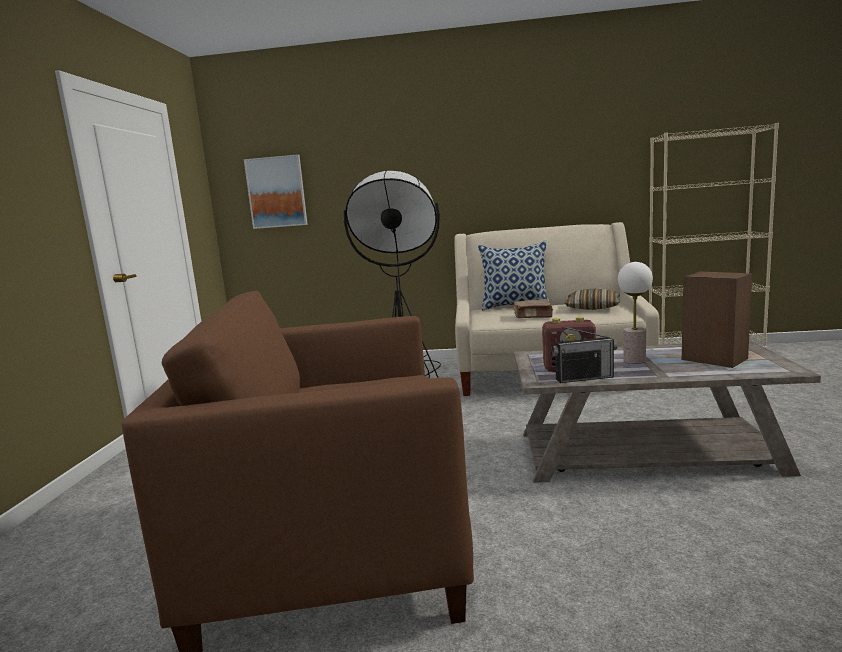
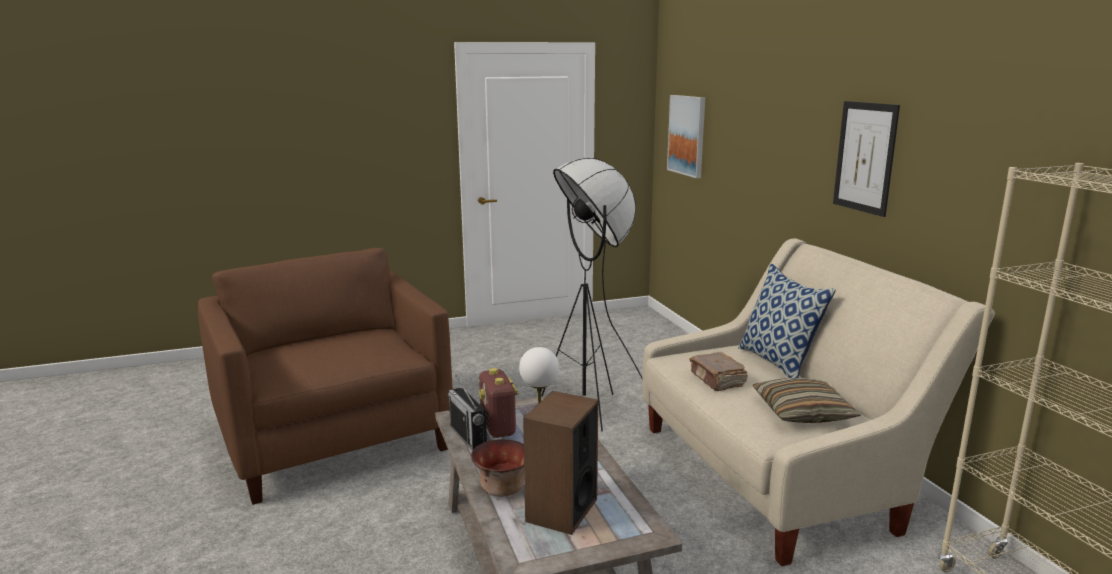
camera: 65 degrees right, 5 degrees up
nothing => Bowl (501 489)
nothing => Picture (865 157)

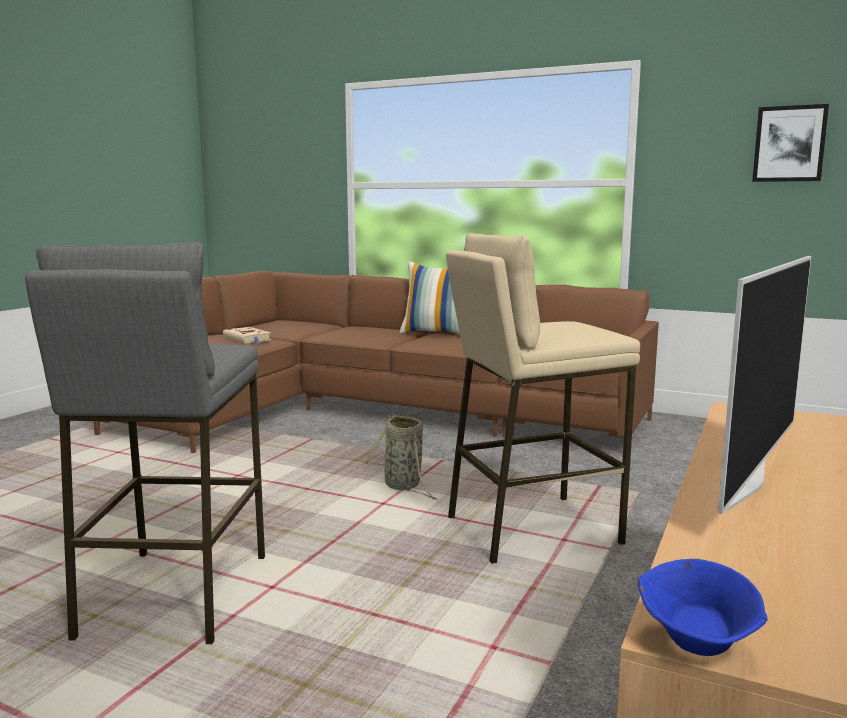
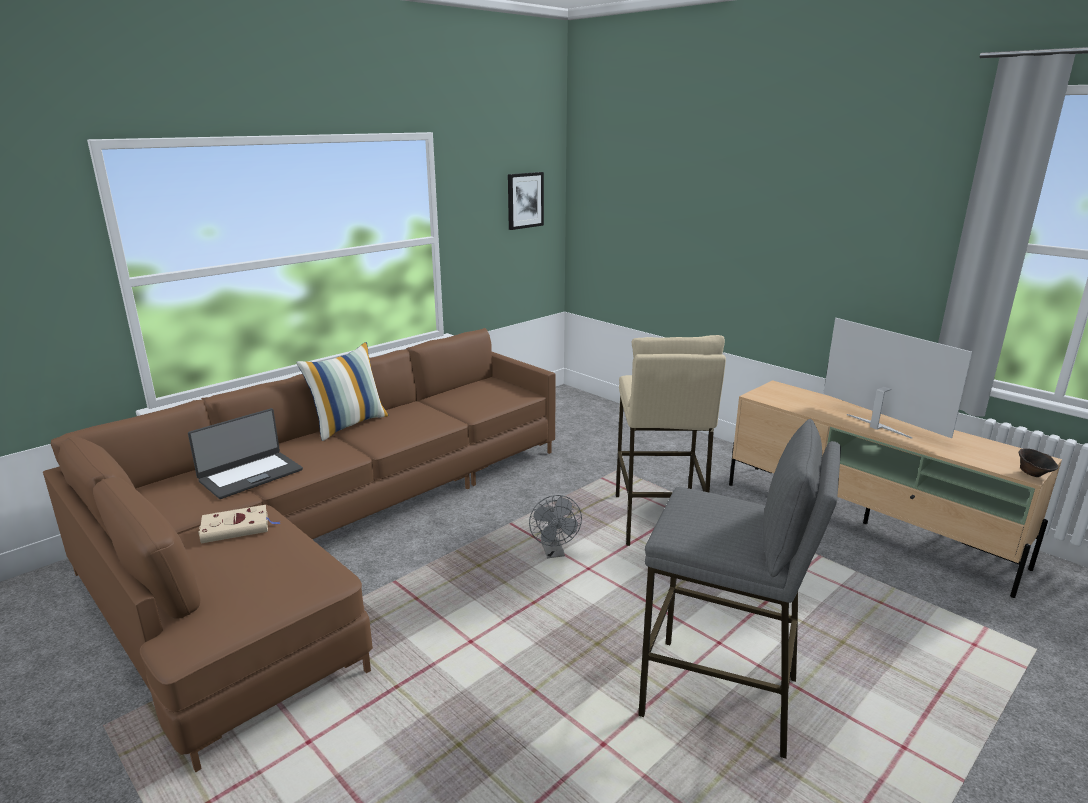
camera: 70 degrees left, 10 degrees up
nothing => Laptop (250 475)
Basket (404 486) => GreyFan (554 553)
BlueBowl (699 645) => BrownBowl (1033 474)

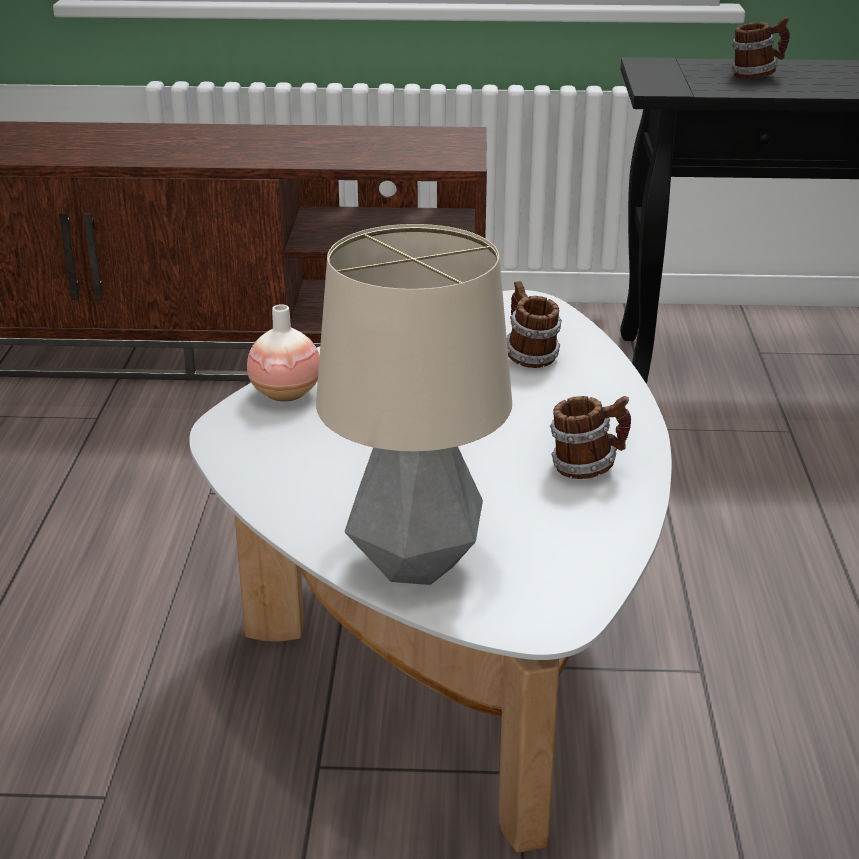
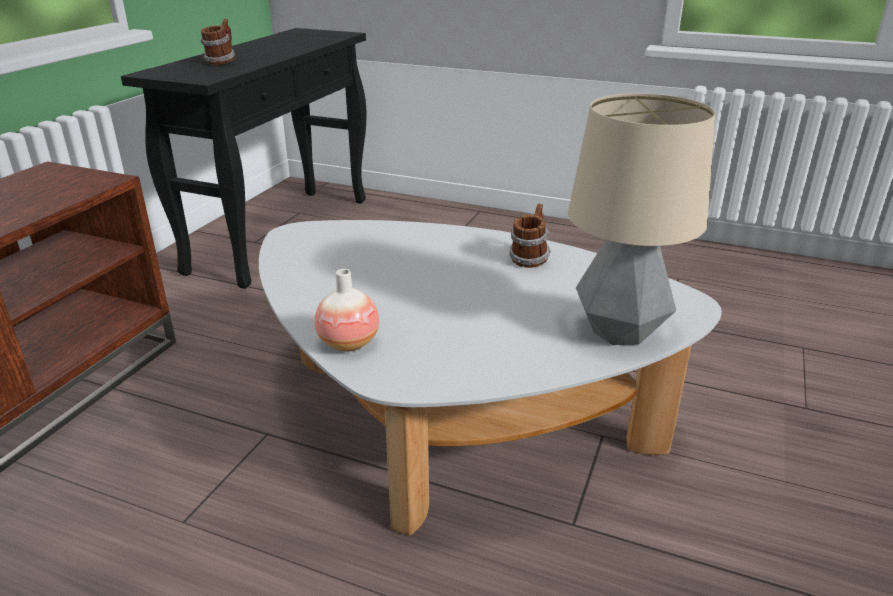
camera: 70 degrees left, 0 degrees up
Mug (529 356) => nothing

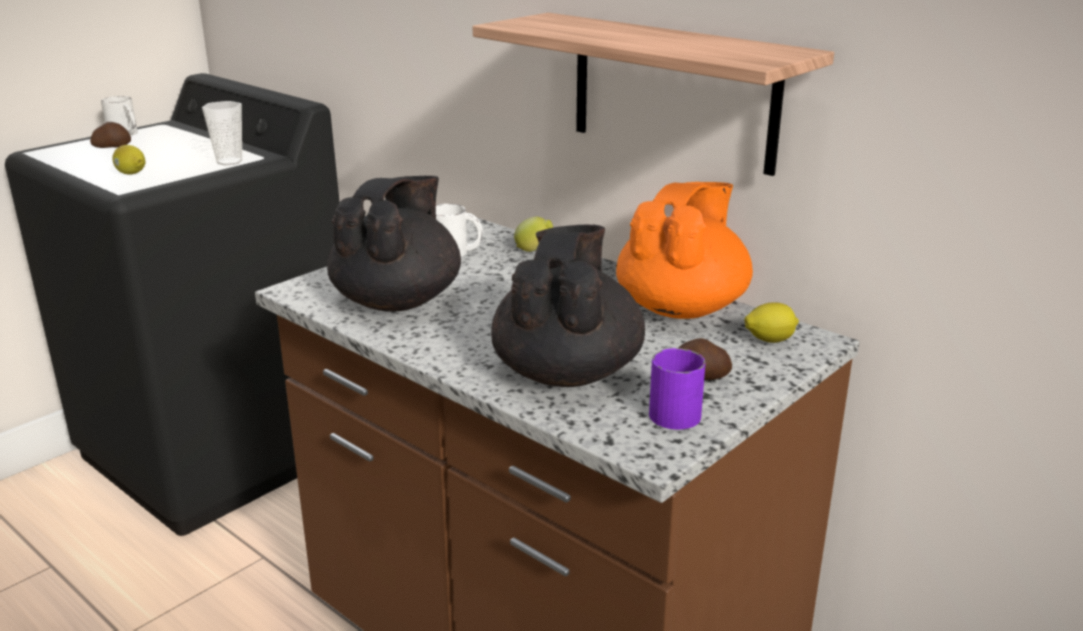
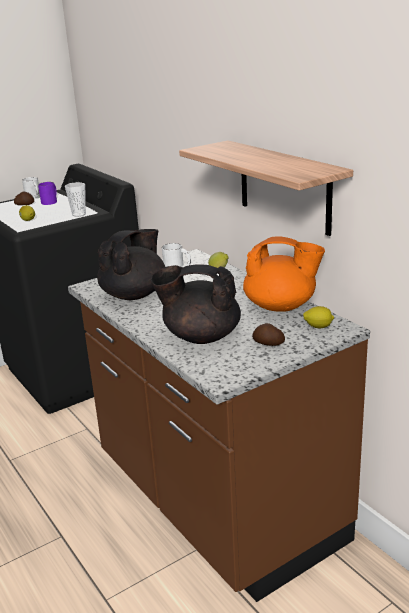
camera: 15 degrees right, 0 degrees up
PurpleMug (675 409) => PurpleMug (51 201), relocated
BlackTeapot (567 372) => BlackTeapot (200 336), 105 degrees counterclockwise
OrangeTeapot (682 308) => OrangeTeapot (281 306), 60 degrees clockwise

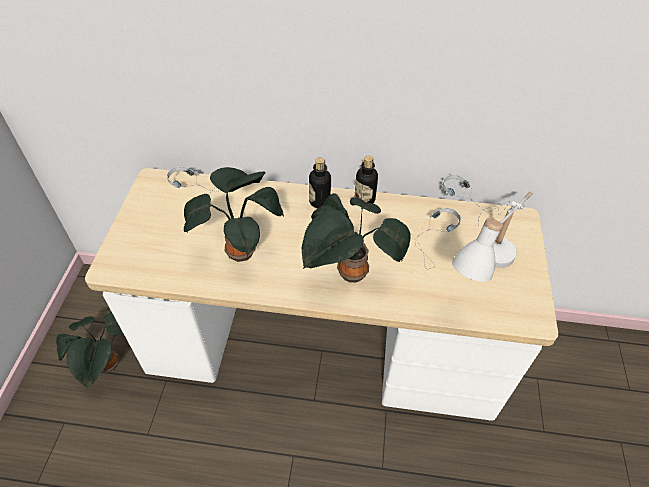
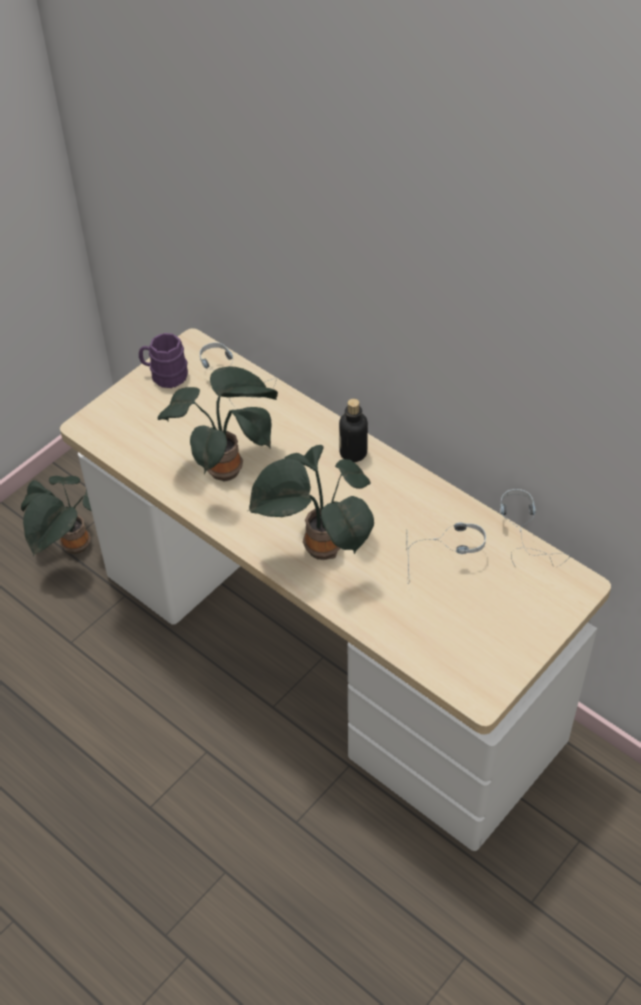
camera: 35 degrees right, 0 degrees up
Bottle (364 199) => nothing
WhiteTableLamp (485 271) => nothing
nothing => PurpleMug (164 375)

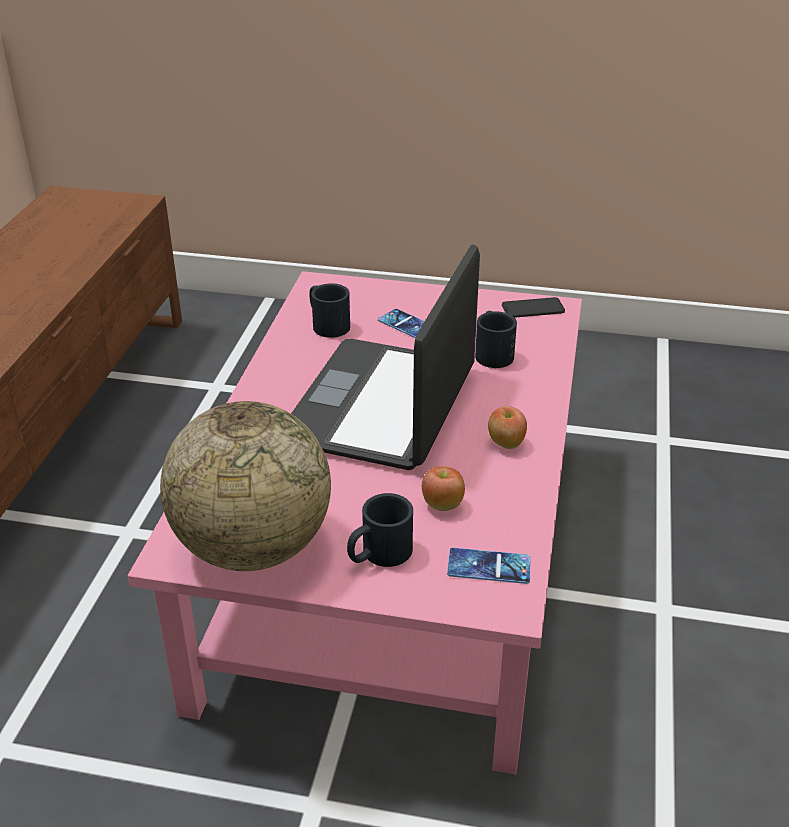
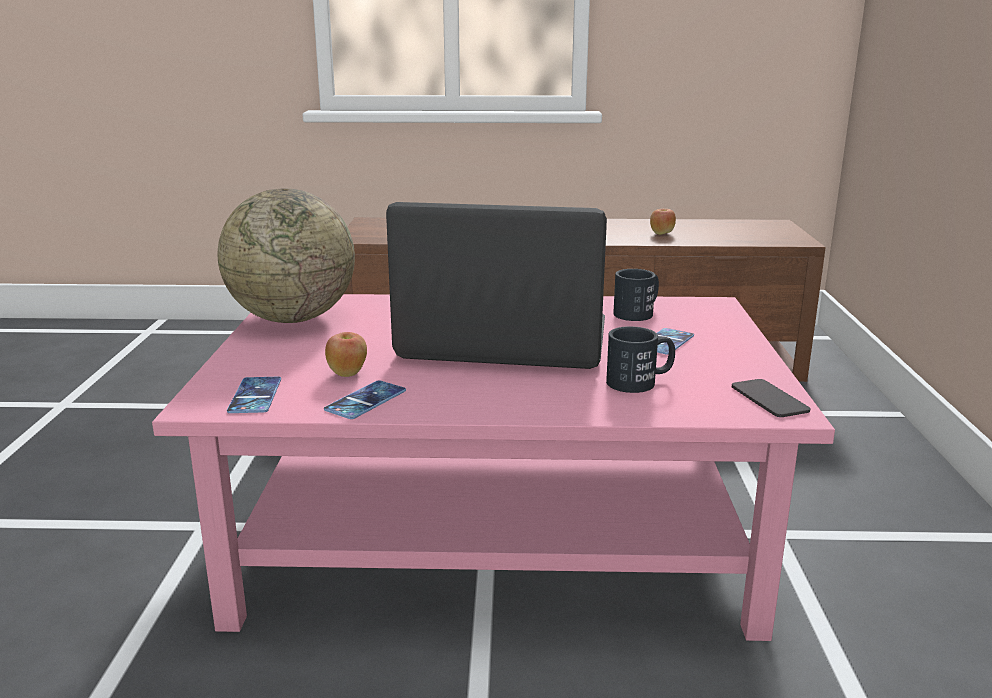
camera: 80 degrees right, 15 degrees down
BlackMug (378 555) => nothing
nothing => Phone (365 400)
Apple (505 443) => Apple (661 233), relocated

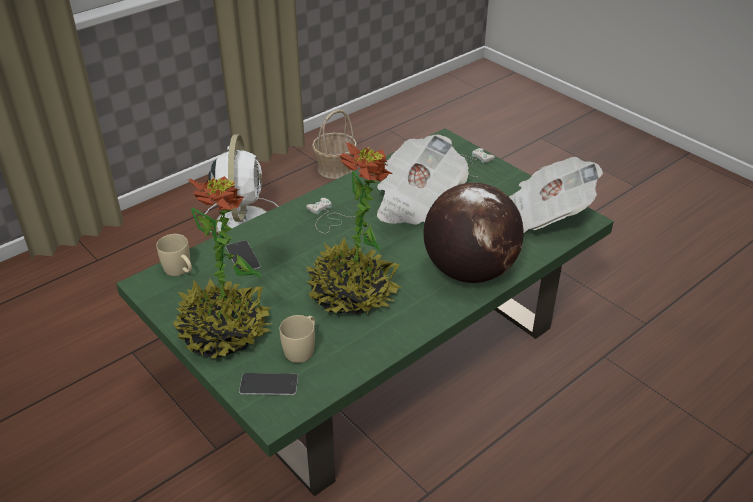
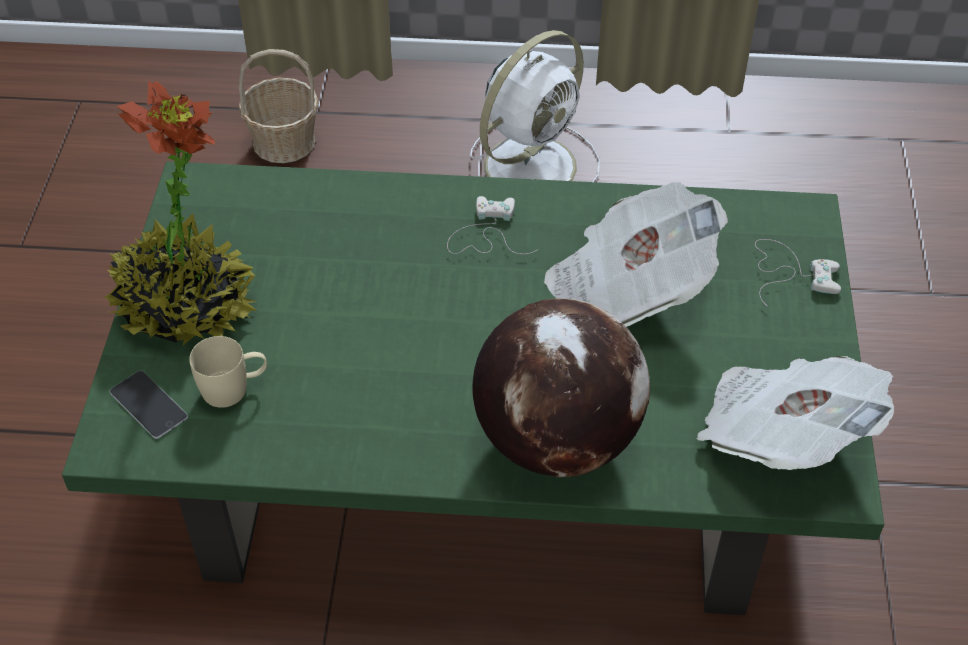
camera: 45 degrees right, 10 degrees up
BeigeMug (180 271) => nothing
Phone (243 257) => nothing
PottedPlant (351 294) => nothing
Basket (335 168) => Basket (283 141), relocated

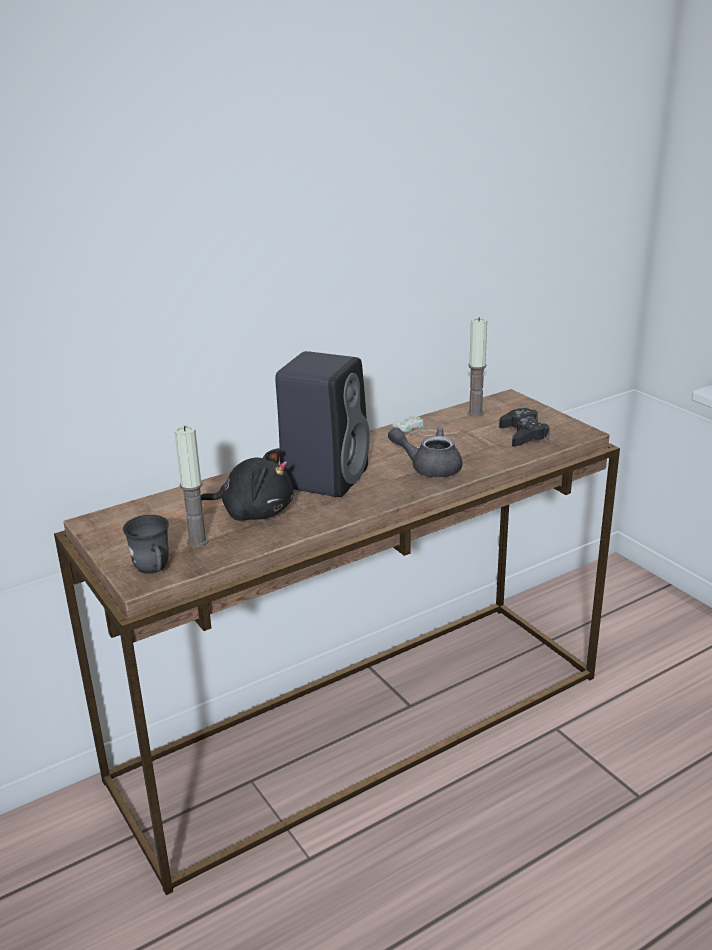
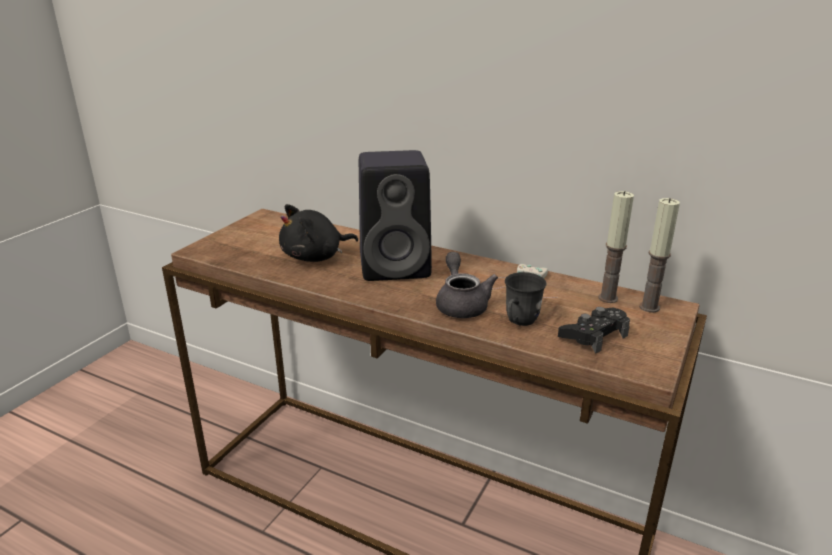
camera: 60 degrees right, 0 degrees up
GreyMug (154 570) => GreyMug (519 322), relocated
Candle (197 541) => Candle (649 307), relocated
BlackPlushToy (253 512) => BlackPlushToy (315 257), 75 degrees clockwise

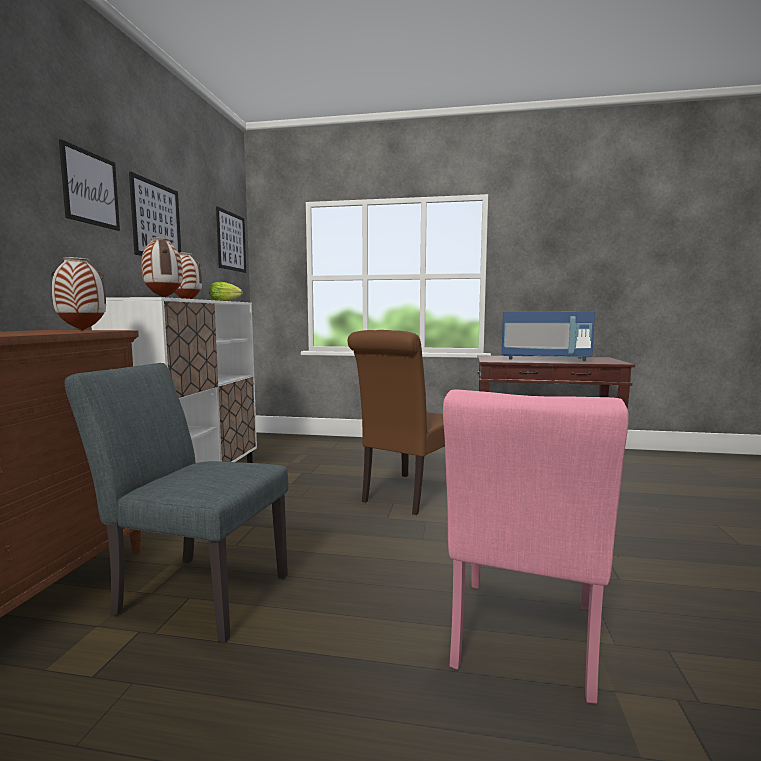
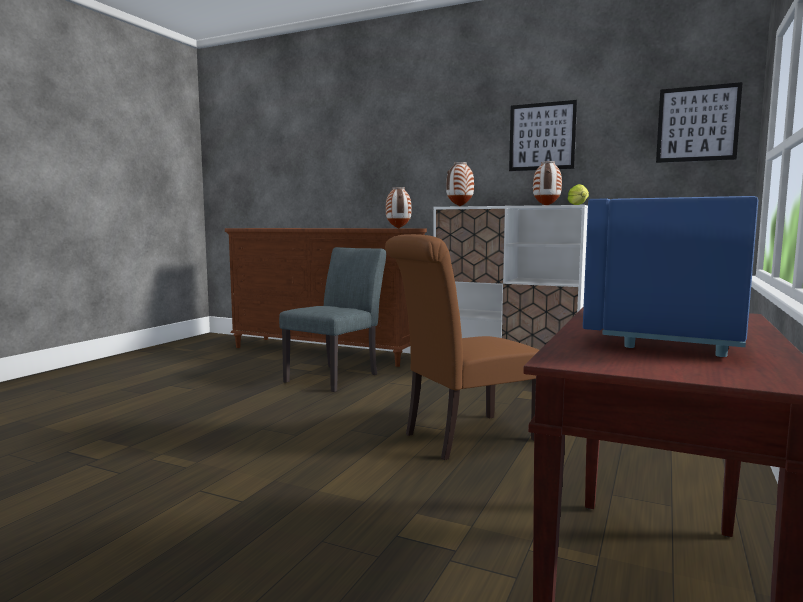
camera: 105 degrees right, 0 degrees up
Picture (90 188) => nothing
PinkChair (522 643) => nothing
BrownChair (407 495) => BrownChair (463 437), 75 degrees counterclockwise

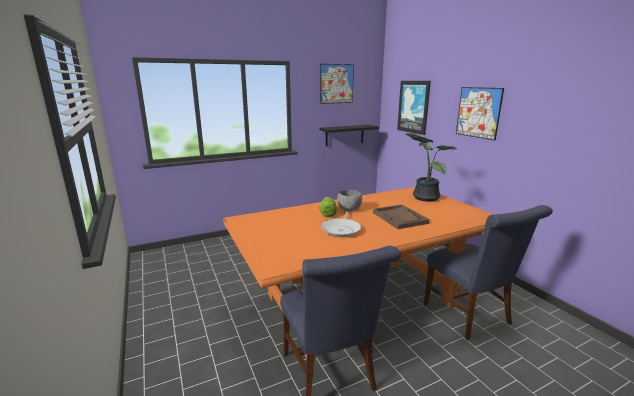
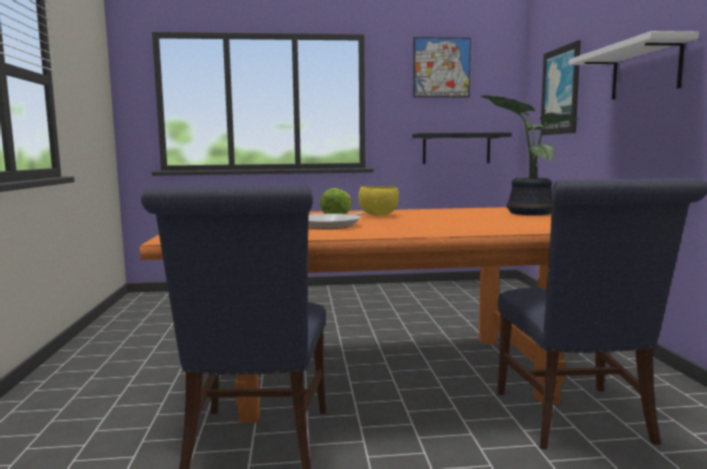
camera: 20 degrees right, 10 degrees down
BrownTray (400 218) => nothing
Picture (478 112) => WhiteShelf (645 71)
GreyBowl (349 209) => YellowBowl (378 215)

